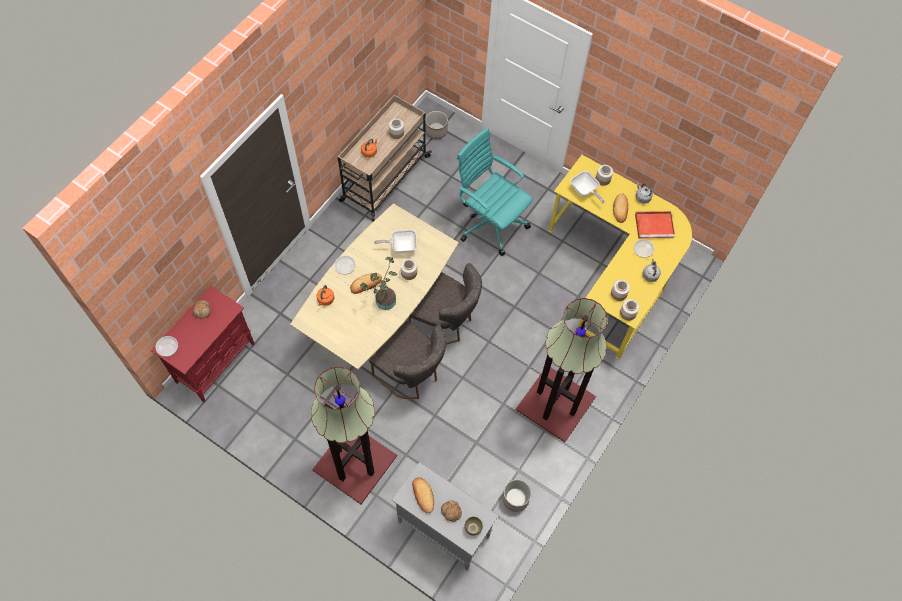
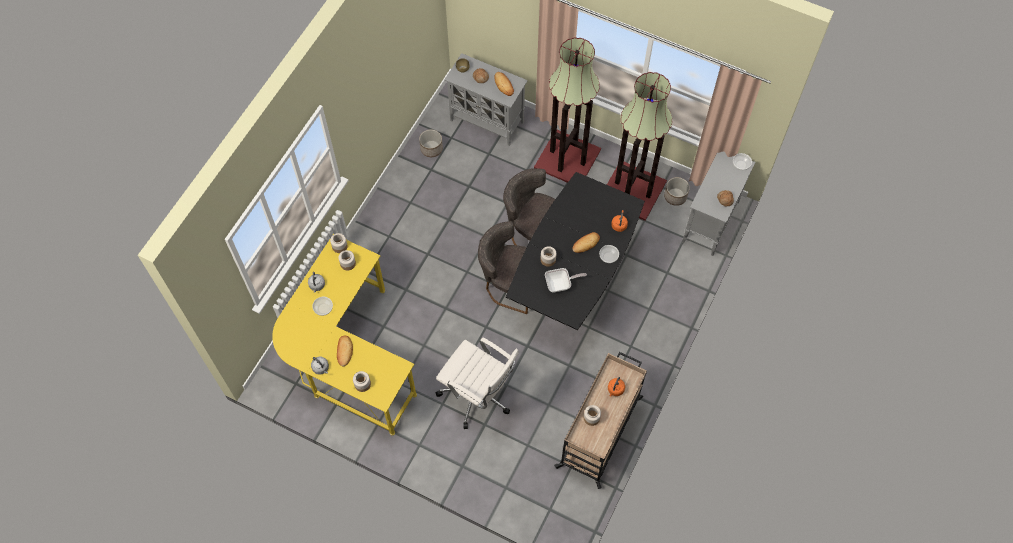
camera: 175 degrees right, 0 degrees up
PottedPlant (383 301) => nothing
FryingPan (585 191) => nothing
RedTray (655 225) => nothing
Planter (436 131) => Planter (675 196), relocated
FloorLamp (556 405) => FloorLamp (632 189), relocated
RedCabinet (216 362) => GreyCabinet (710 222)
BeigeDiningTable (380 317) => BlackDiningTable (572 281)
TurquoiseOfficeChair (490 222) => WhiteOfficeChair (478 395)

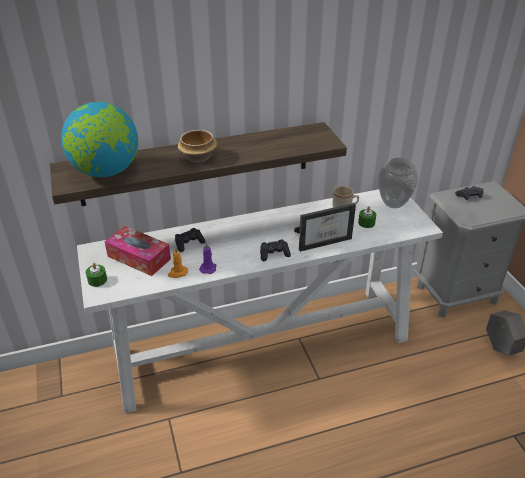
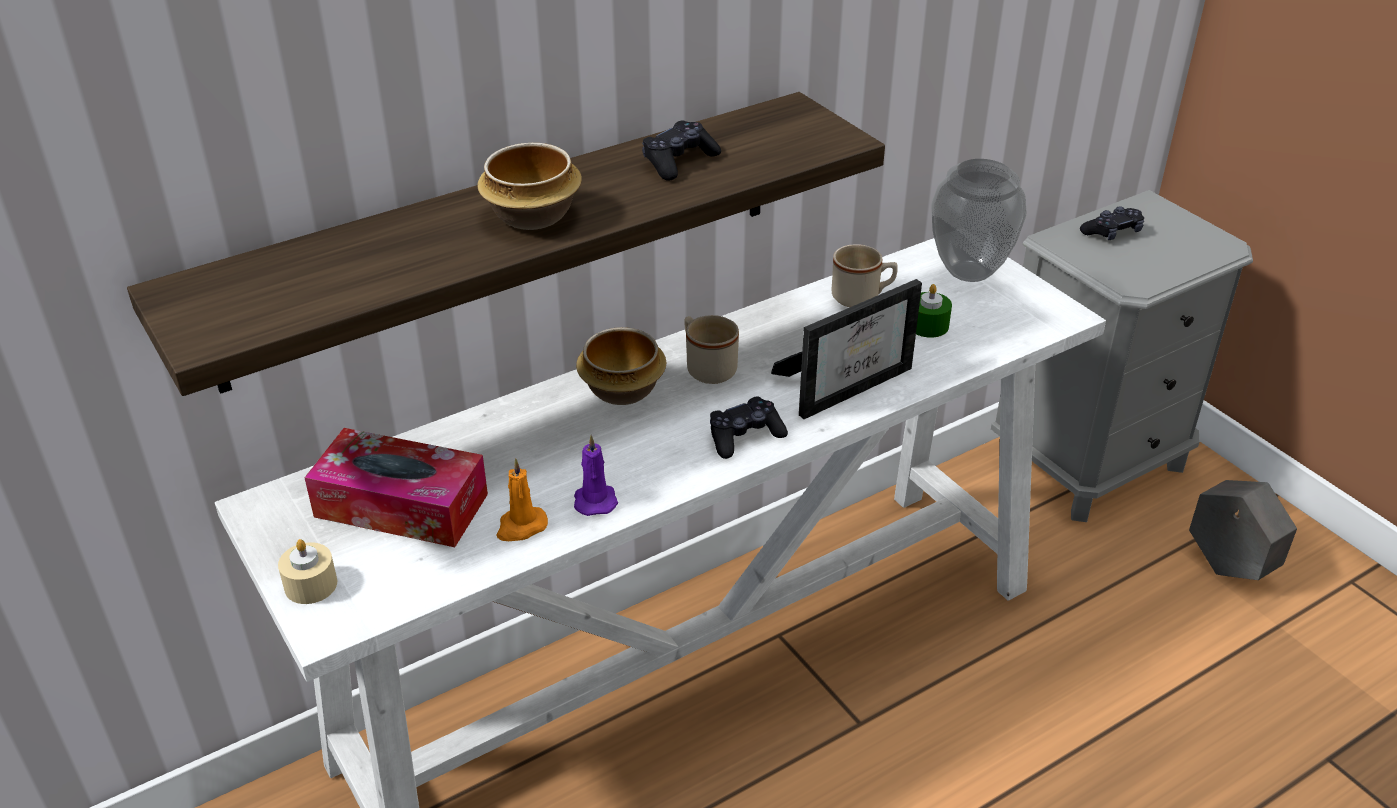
camera: 15 degrees left, 0 degrees up
Globe (106 172) => nothing
nothing => Bowl (624 390)
nothing => BeigeMug (707 367)
BlackGameController (189 243) => BlackGameController (679 161), relocated
GreenCandle (97 280) => BeigeCandle (311 585)

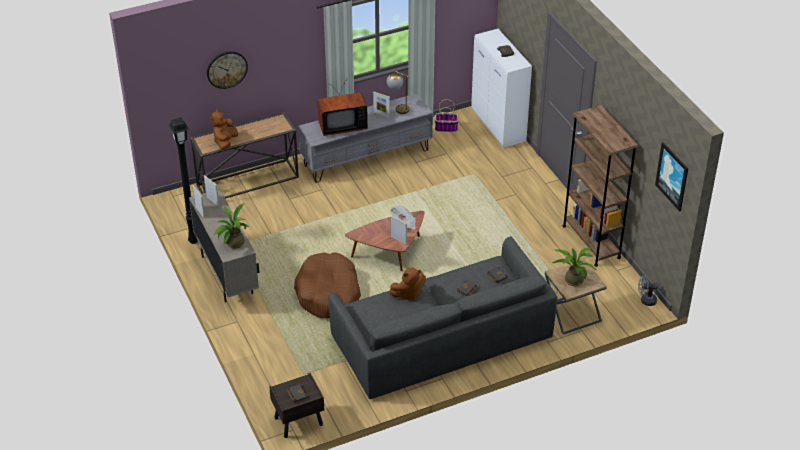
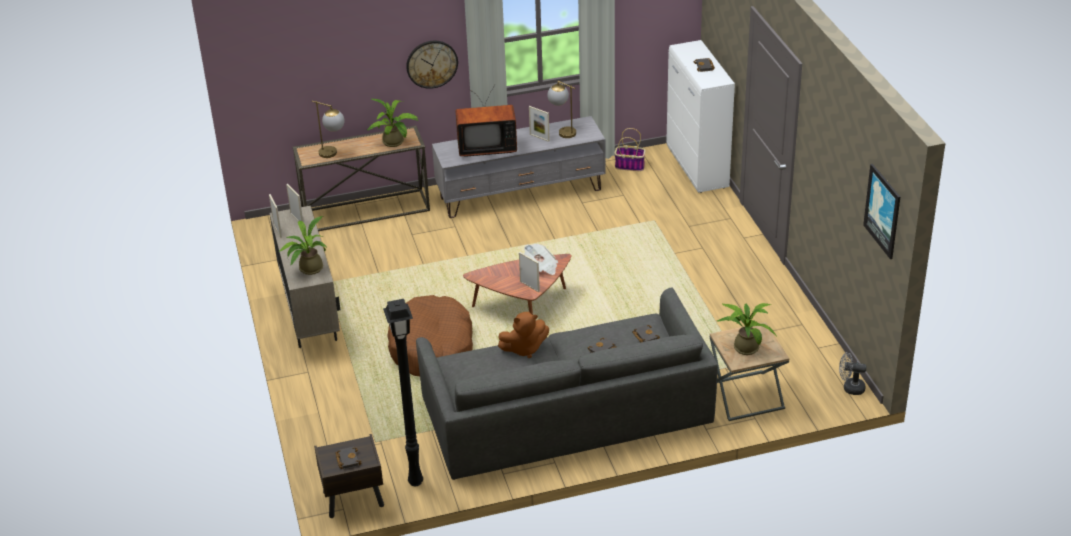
camera: 10 degrees right, 5 degrees down
BrownBookcase (591 241) => nothing
nothing => PottedPlant (395 143)
BlackFloorLamp (193 241) => BlackFloorLamp (415 483), relocated
WallClock (227 69) => WallClock (432 64), relocated
BrownPlushToy (225 142) => TableLamp (333 154)

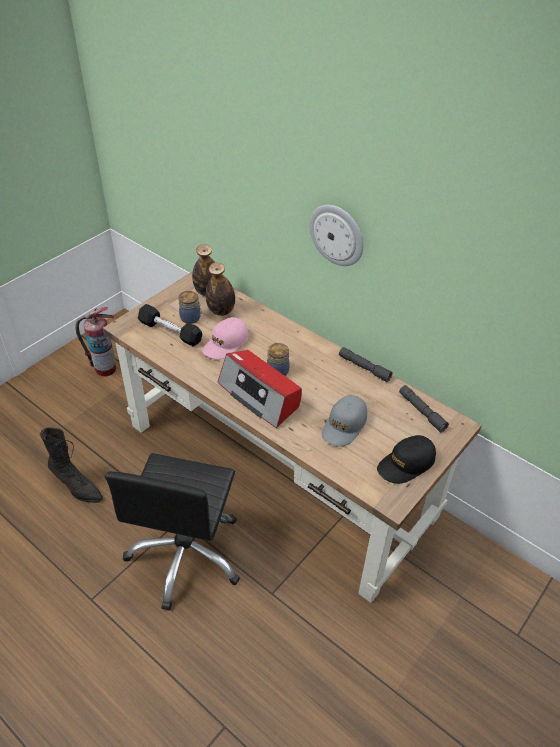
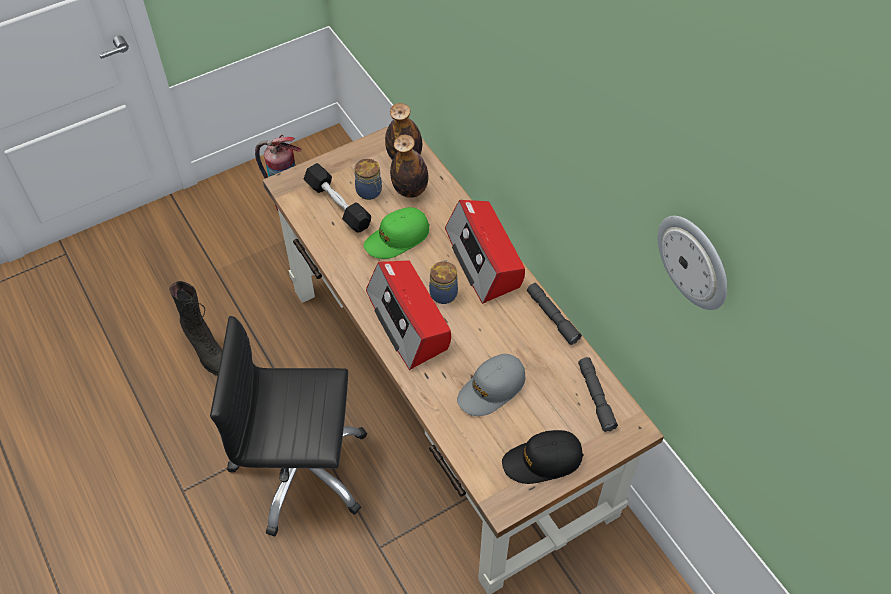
camera: 20 degrees right, 10 degrees up
nothing => Radio (484 259)
WallClock (337 234) => WallClock (694 261), relocated
PinkCap (225 343) => GreenCap (397 238)
BlackOfficeChair (186 554) => BlackOfficeChair (301 471), 60 degrees clockwise

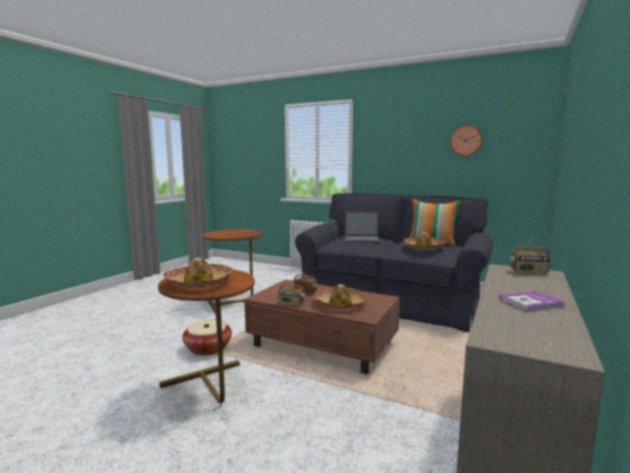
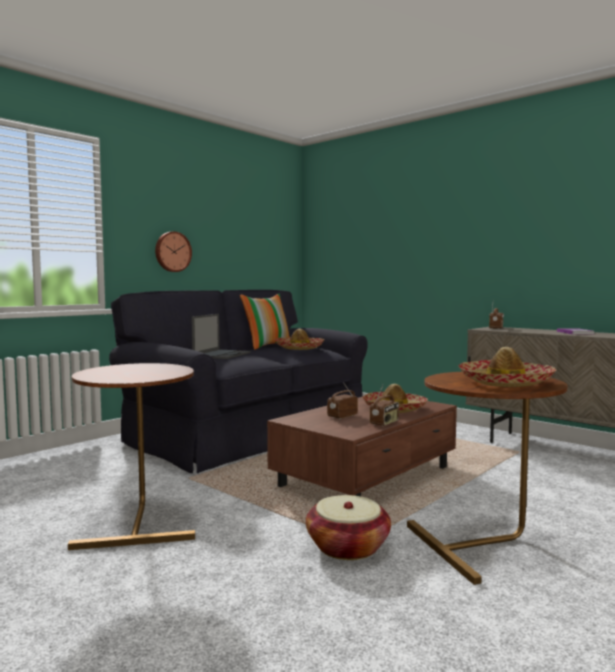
camera: 75 degrees left, 5 degrees down
WallClock (466 140) => WallClock (172 252), relocated

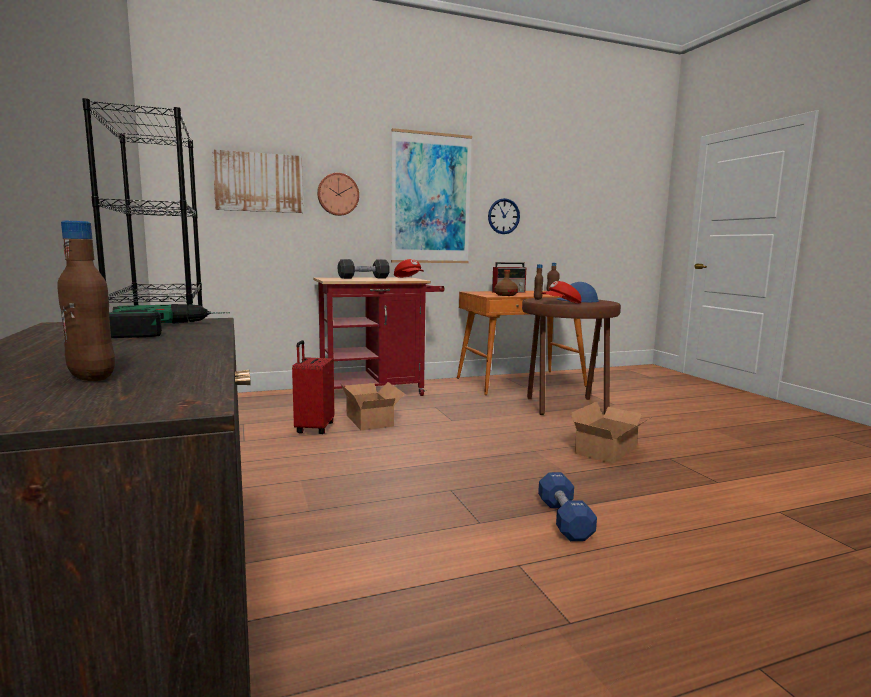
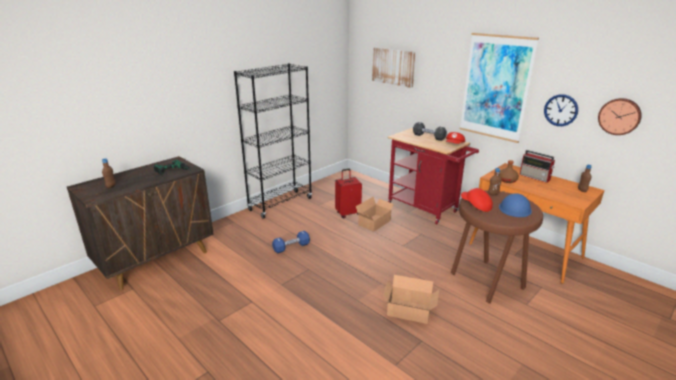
camera: 65 degrees right, 15 degrees up
WallClock (338 194) => WallClock (619 116), relocated
BlueDumbbell (564 520) => BlueDumbbell (291 247), relocated

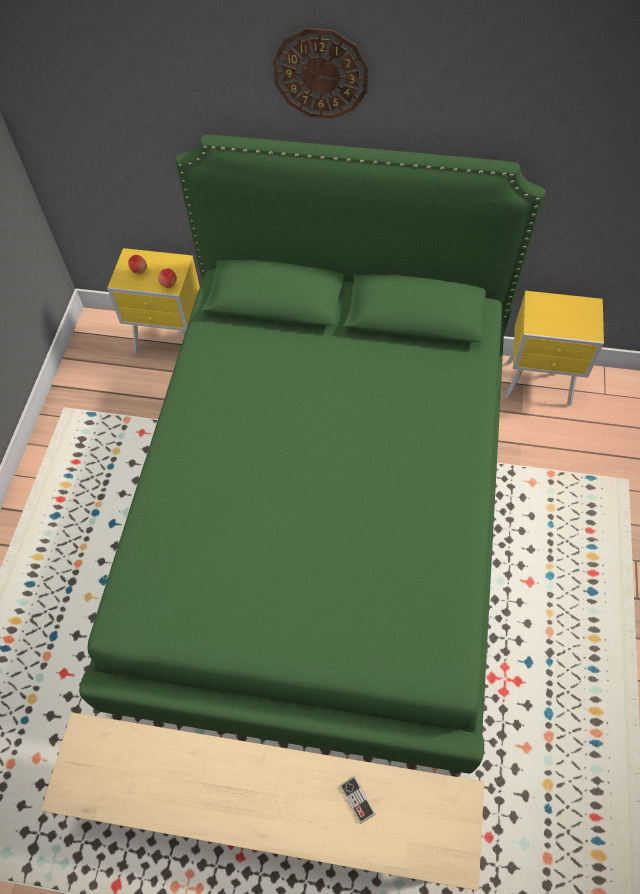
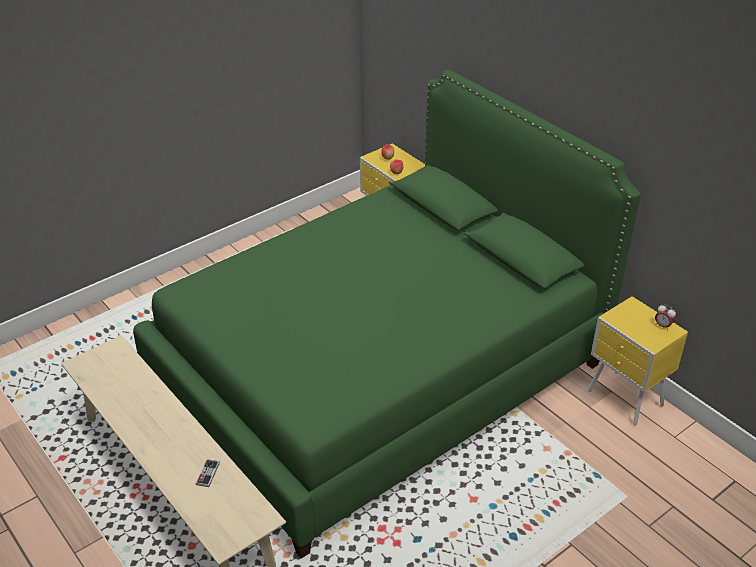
camera: 40 degrees right, 20 degrees down
WallClock (321 74) => nothing
nothing => AlarmClock (662 326)

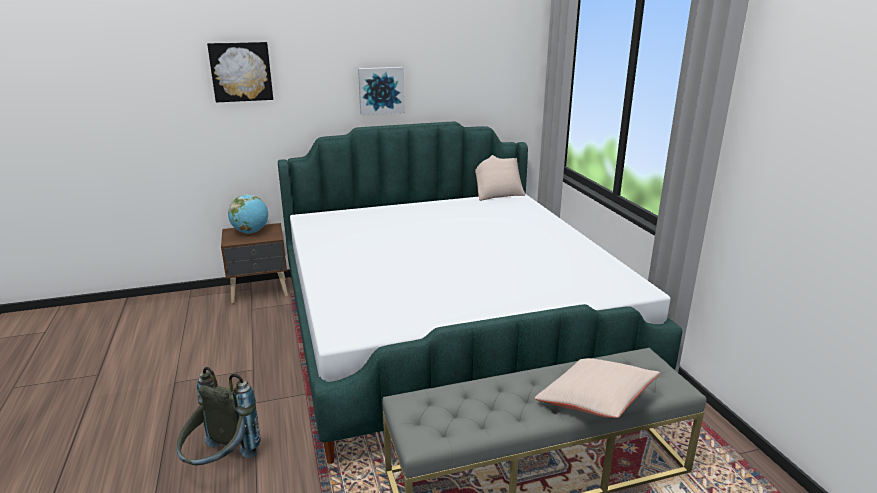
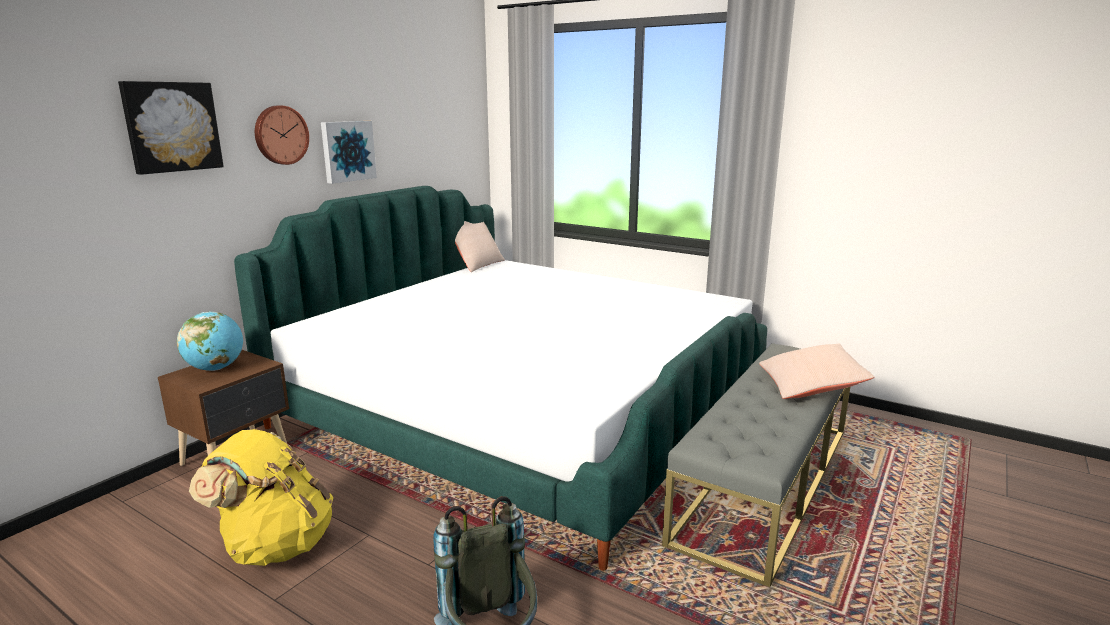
camera: 40 degrees left, 5 degrees down
nothing => YellowBackpack (276 545)
nothing => WallClock (280 135)

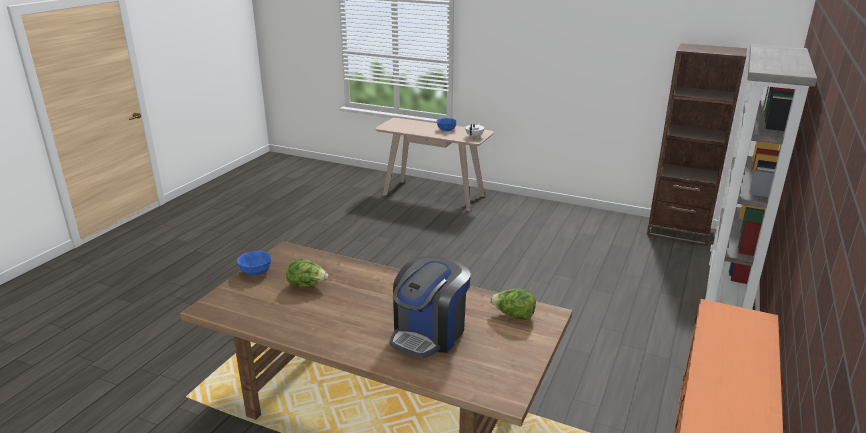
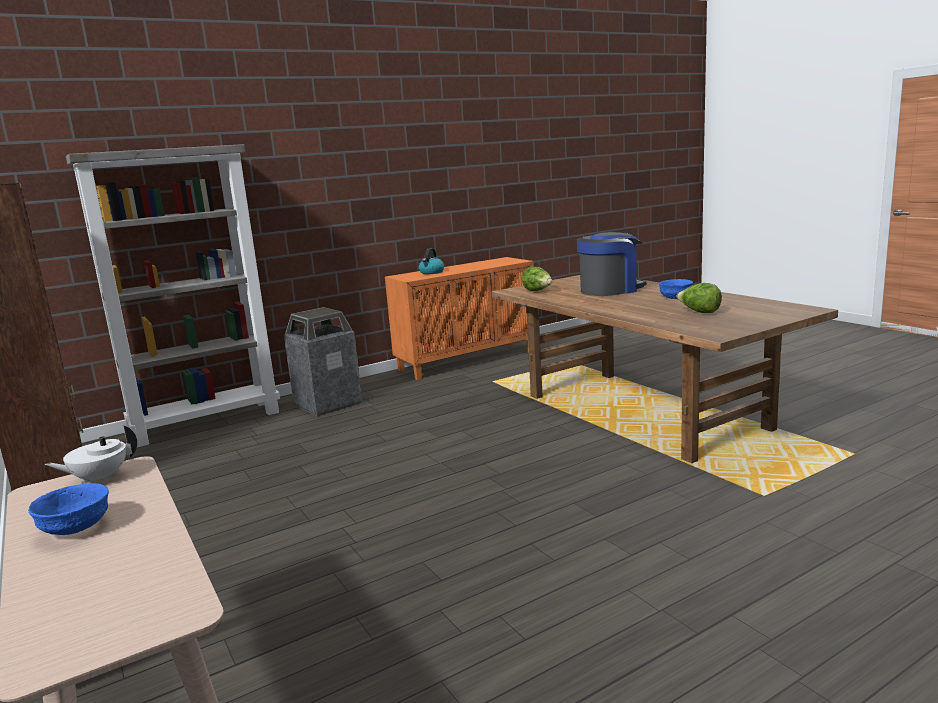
camera: 145 degrees left, 10 degrees down
nothing => TrashCan (327 404)
nothing => Kettle (431 272)
BlueBowl (255 272) => BlueBowl (675 297), relocated

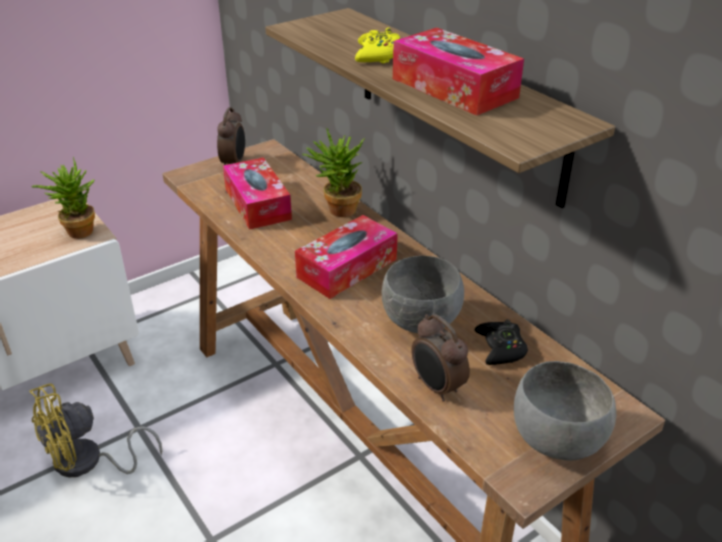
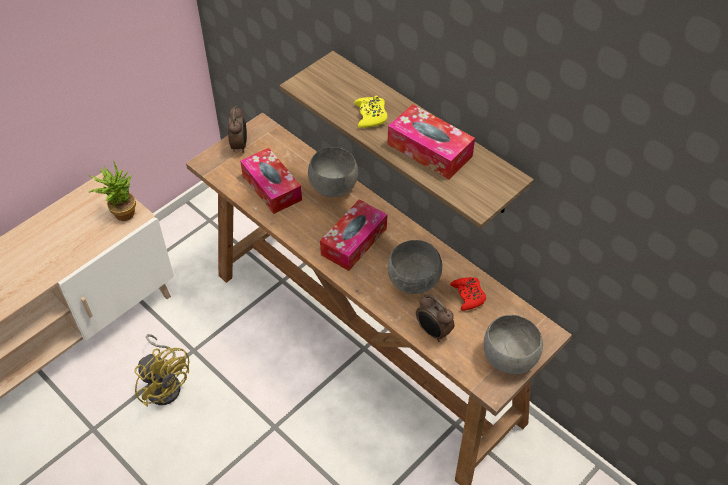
camera: 10 degrees left, 15 degrees up
PottedPlant (337 210) => GreyBowl (333 186)
BlackGameController (500 348) => RedGameController (468 296)
YellowFan (88 462) => YellowFan (165 383), 90 degrees counterclockwise

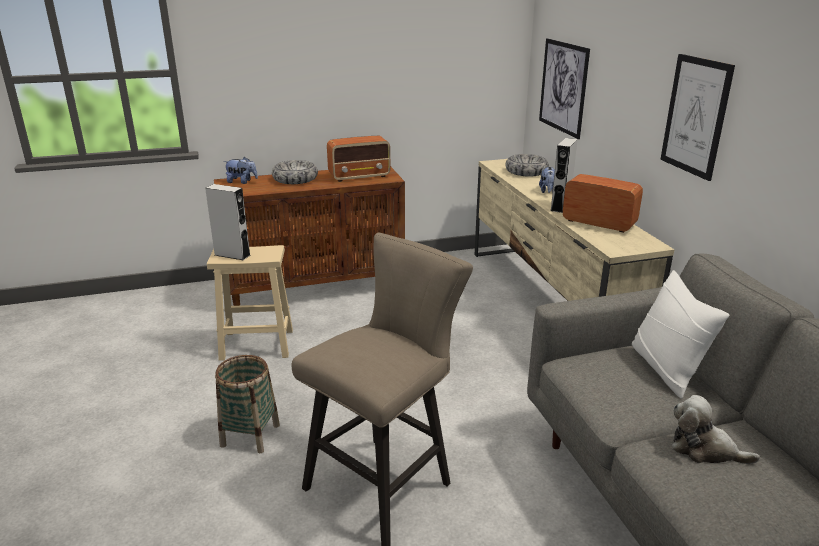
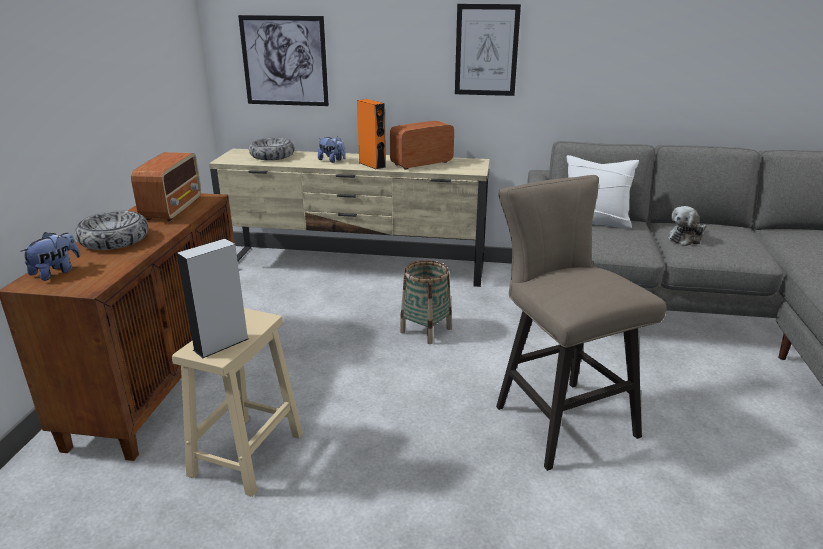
camera: 65 degrees left, 0 degrees up
Basket (250 435) => Basket (425 330), relocated
GreySpeaker (560 206) => OrangeSpeaker (372 165)

